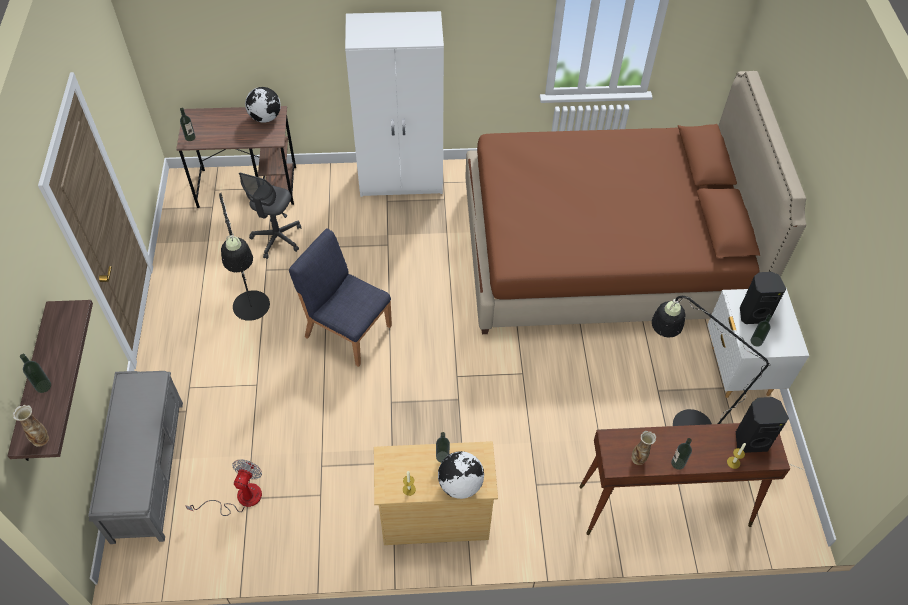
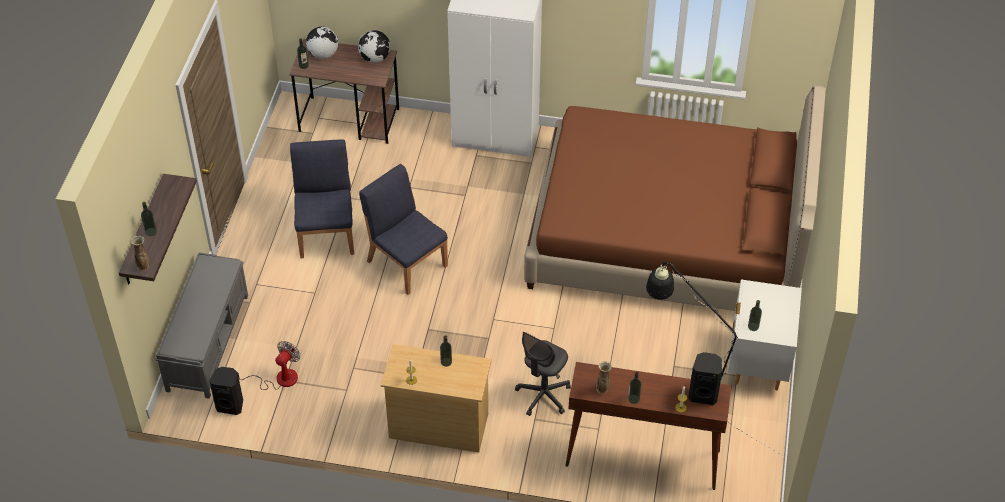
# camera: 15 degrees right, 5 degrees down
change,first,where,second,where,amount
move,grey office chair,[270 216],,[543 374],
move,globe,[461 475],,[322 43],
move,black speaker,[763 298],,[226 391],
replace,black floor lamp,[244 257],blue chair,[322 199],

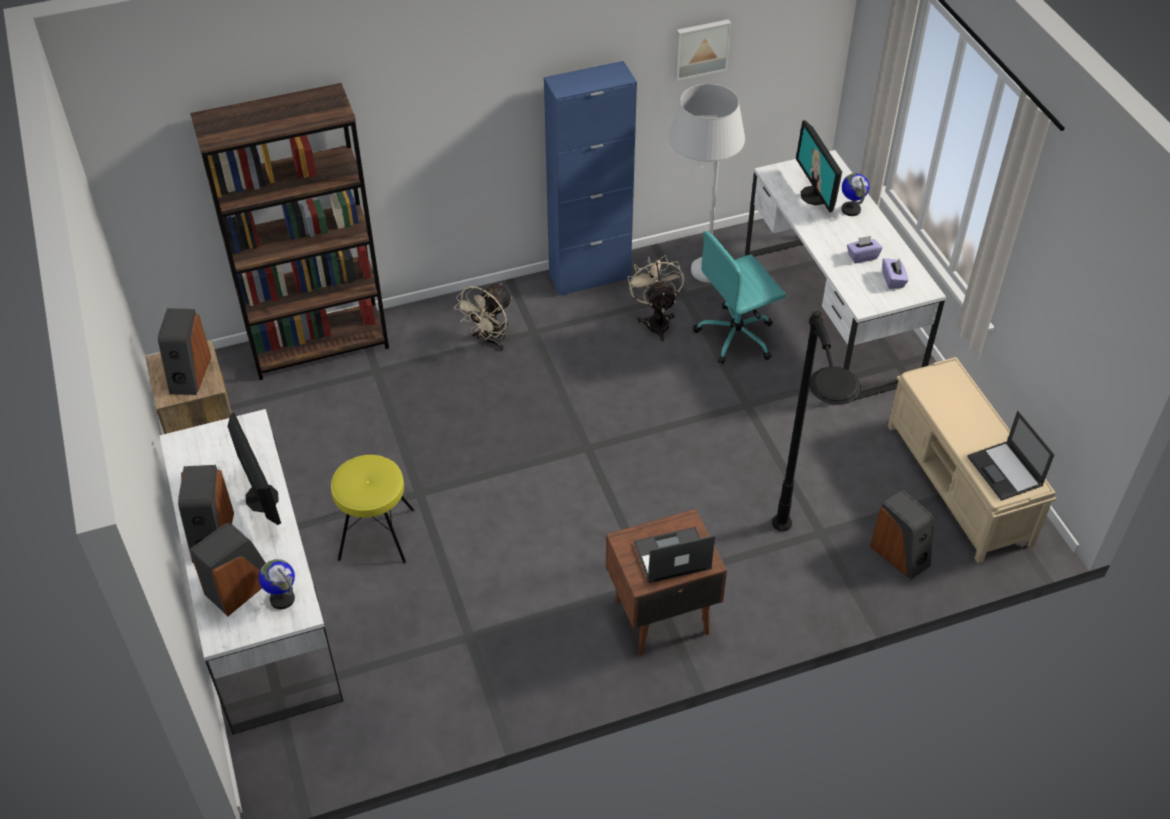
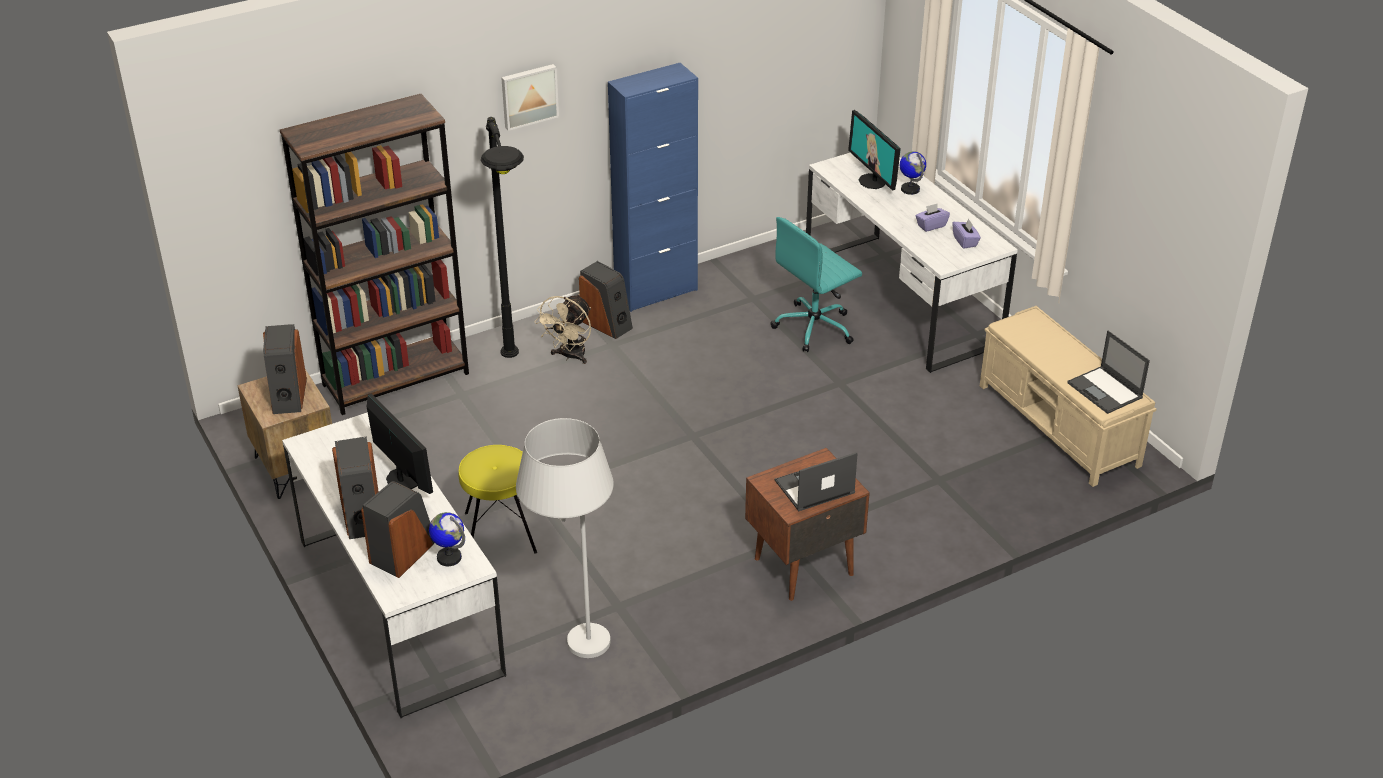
# camera: 10 degrees left, 10 degrees down
change,first,where,second,where,amount
delete,beige fan,[655 298],,,
move,white floor lamp,[707 183],,[564 538],
move,picture,[702 50],,[530 97],
move,black floor lamp,[816 420],,[502 237],
move,speaker,[901 534],,[606 300],

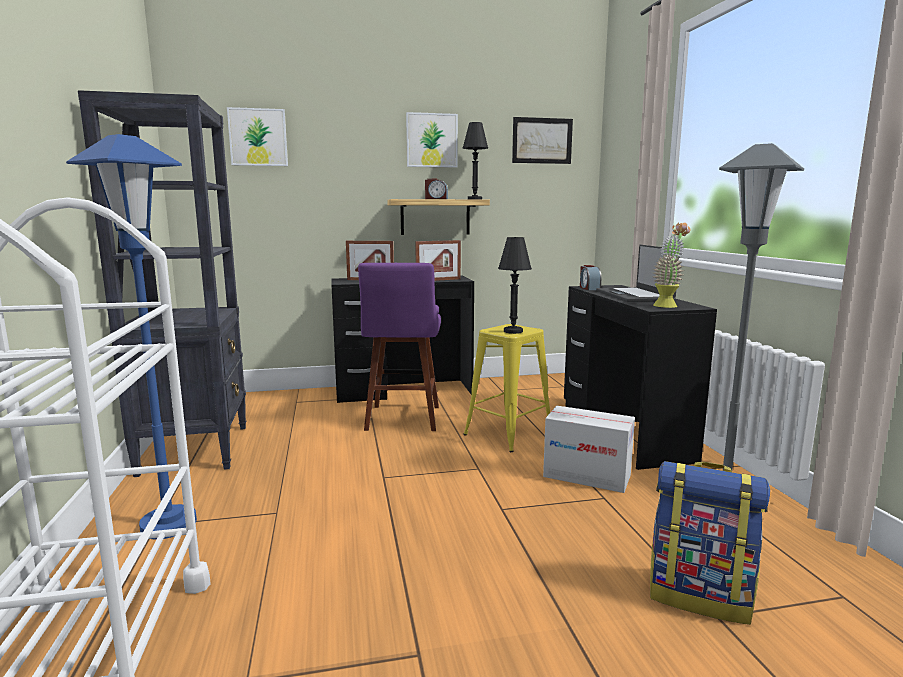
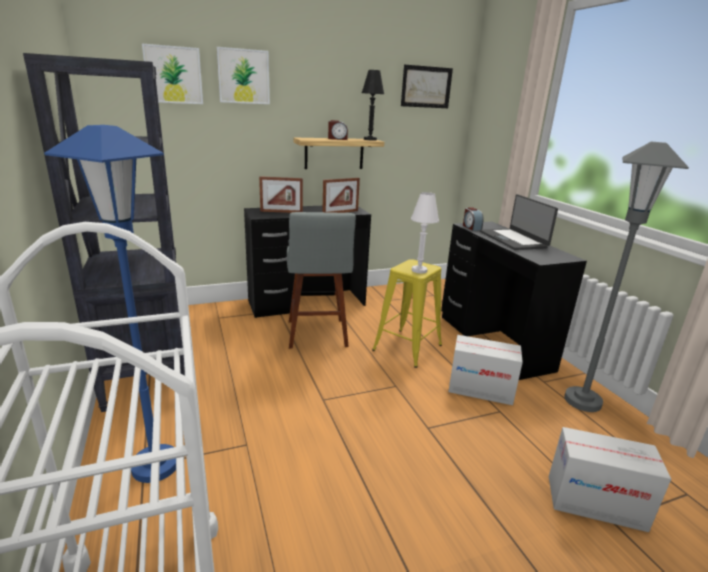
# camera: 10 degrees left, 10 degrees up
change,first,where,second,where,amount
delete,potted plant,[672 265],,,
move,picture,[432 140],,[243 75],
replace,backpack,[710 543],cardboard box,[610 479],
recolor,purple stool,[399 347],grey stool,[321 280],
recolor,black table lamp,[515 285],white table lamp,[425 233],

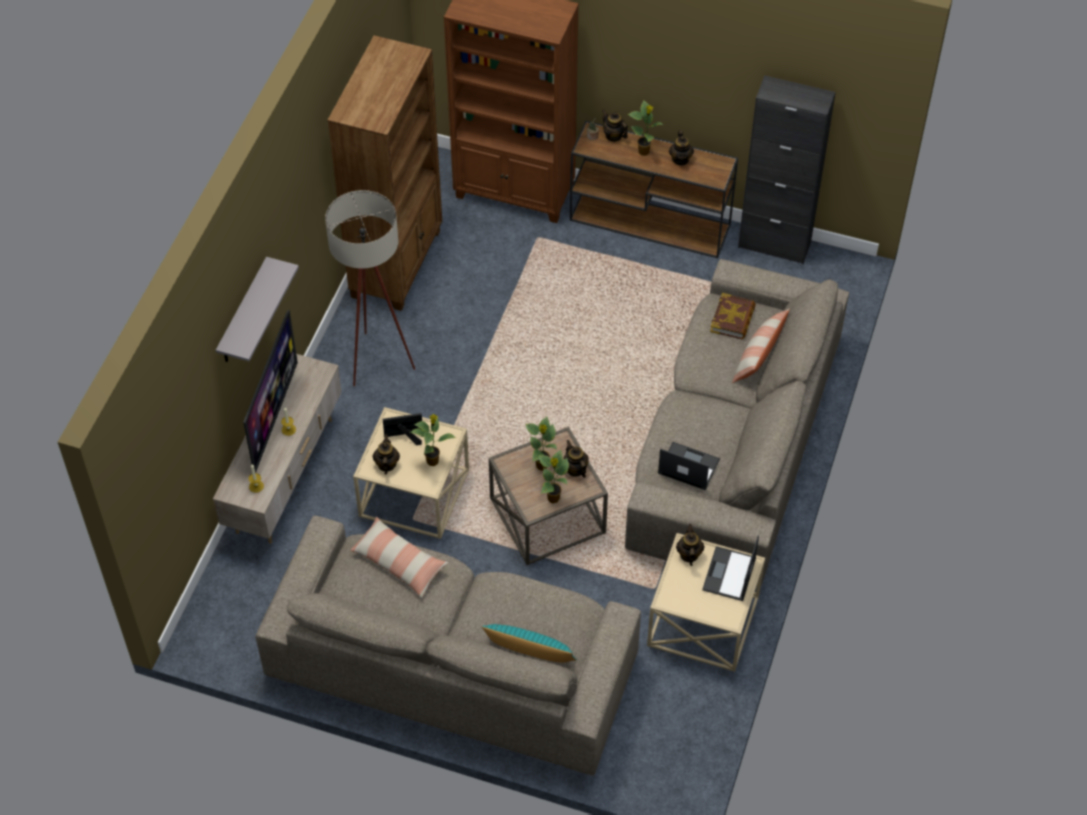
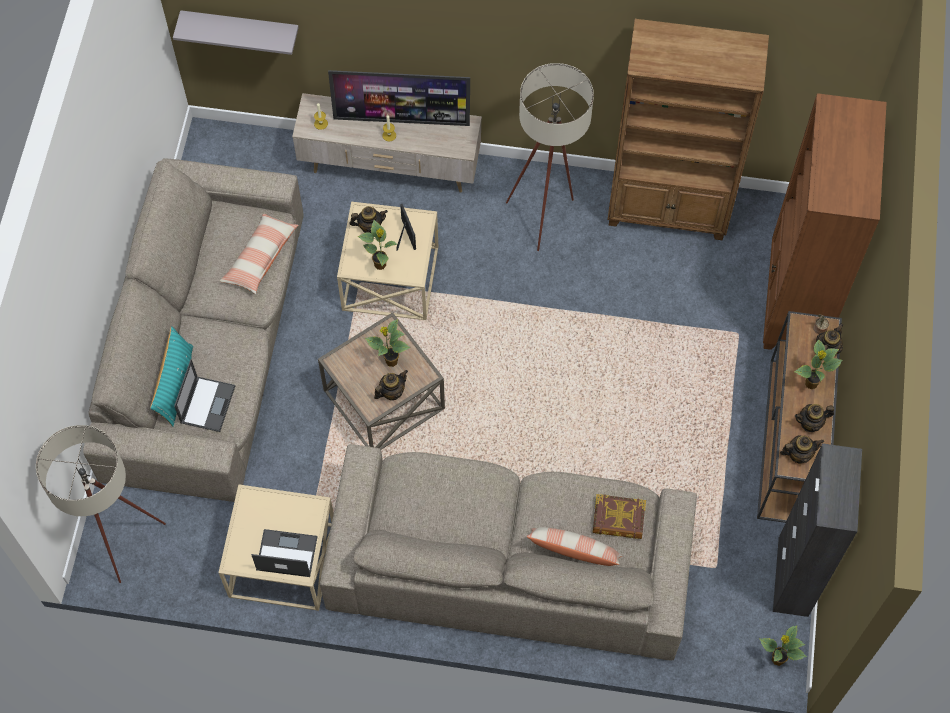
# camera: 80 degrees right, 10 degrees up
change,first,where,second,where,amount
insert,,,beige floor lamp,[101 504],
move,grey shelf,[257 309],,[236 32],
move,potted plant,[554 476],,[783 645],
move,laptop,[689 466],,[204 395],
move,teapot,[690 545],,[802 449],

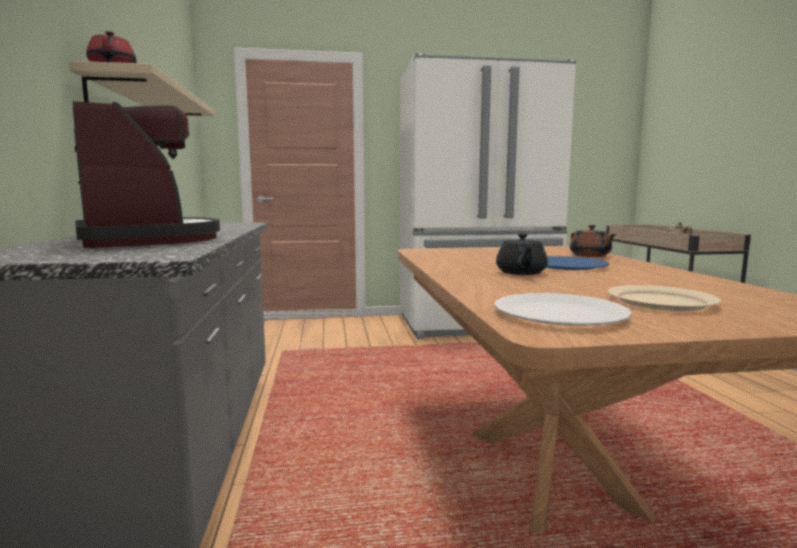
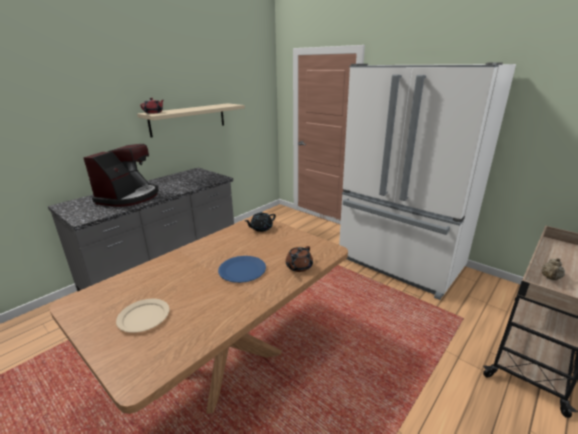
# camera: 50 degrees right, 15 degrees up
change,first,where,second,where,amount
delete,white plate,[563 309],,,
move,black teapot,[522 254],,[260 222],

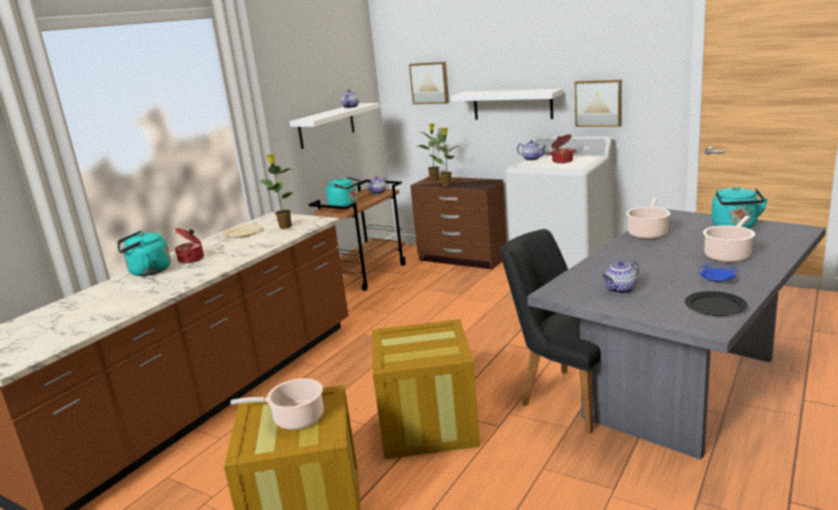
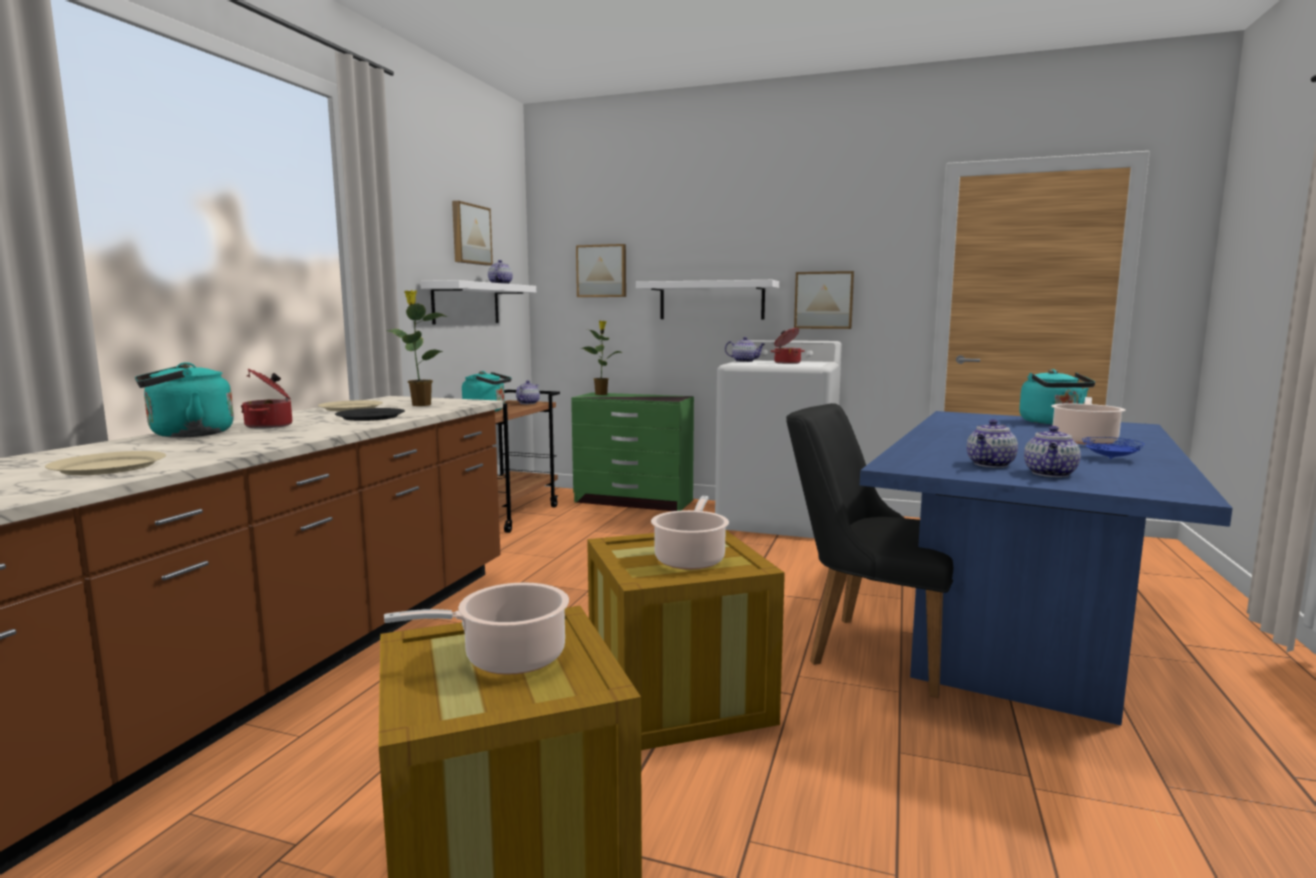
# camera: 15 degrees left, 10 degrees down
change,first,where,second,where,amount
delete,potted plant,[444 156],,,
insert,,,beige plate,[105 463],
insert,,,picture,[472 233],
insert,,,teapot,[1052 451],
move,cooking pot,[648 218],,[690 533],
move,black plate,[716 303],,[370 414],
recolor,brown dresser,[458 222],green dresser,[632 451],
recolor,grey dining table,[676 334],blue dining table,[1046 568],

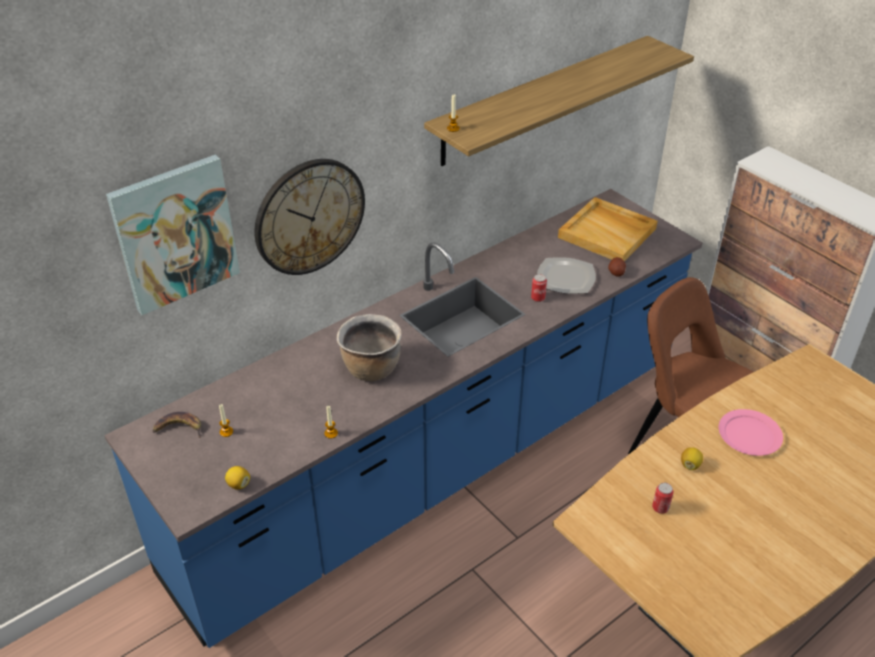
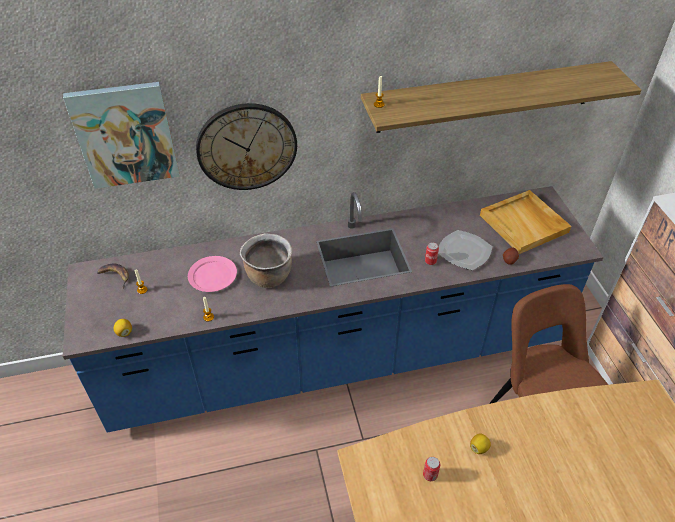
# camera: 25 degrees right, 5 degrees up
change,first,where,second,where,amount
move,pink plate,[751 432],,[212 274],

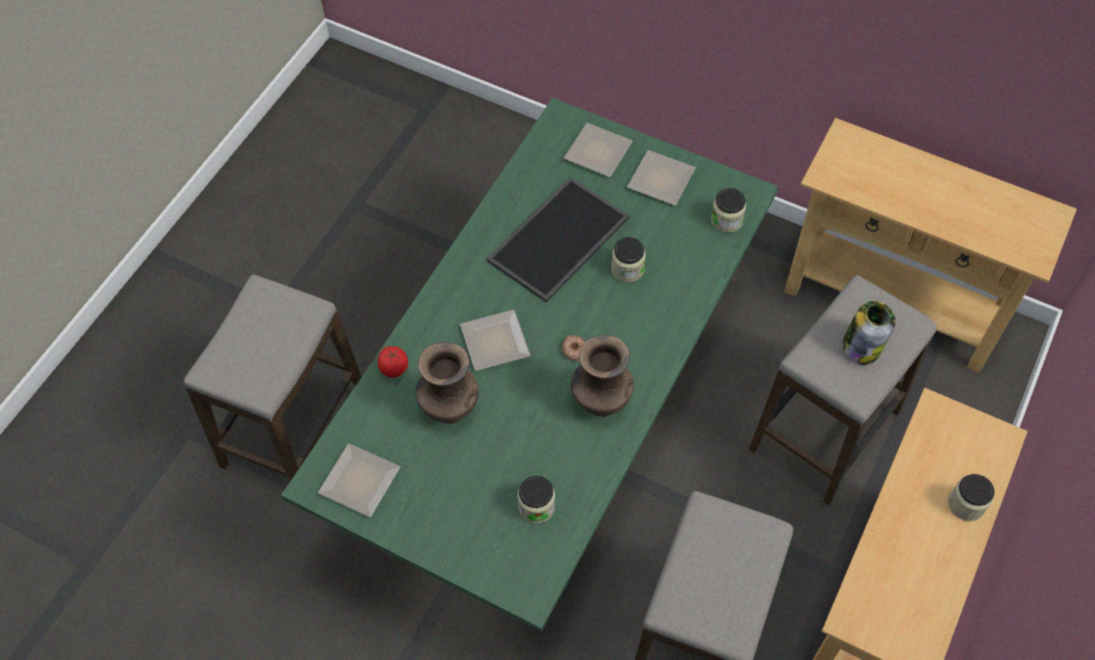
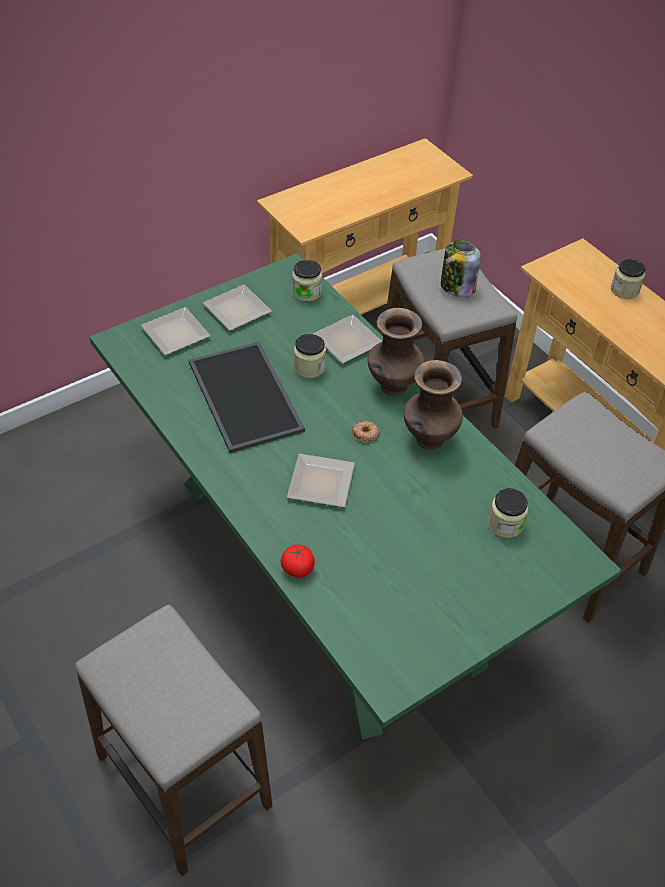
# camera: 65 degrees left, 10 degrees down
change,first,where,second,where,amount
move,plate,[359 480],,[347 339],
move,brown vase,[447 383],,[396 352],

